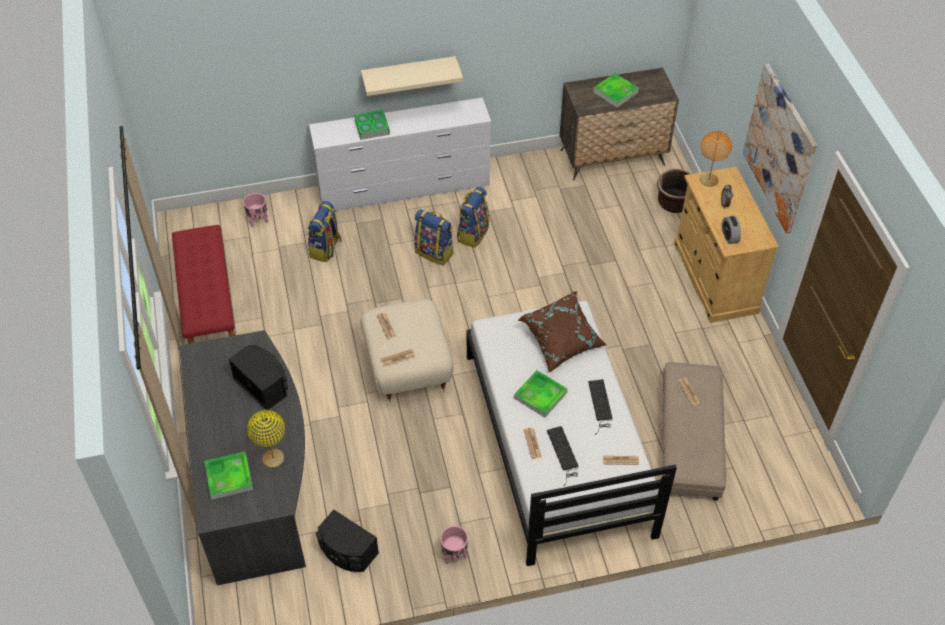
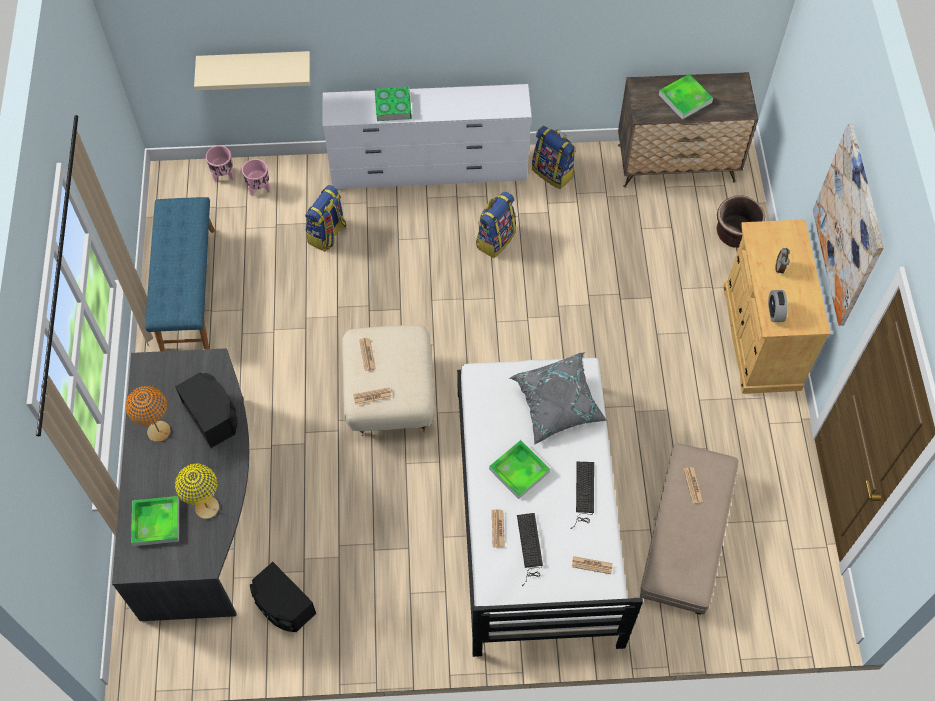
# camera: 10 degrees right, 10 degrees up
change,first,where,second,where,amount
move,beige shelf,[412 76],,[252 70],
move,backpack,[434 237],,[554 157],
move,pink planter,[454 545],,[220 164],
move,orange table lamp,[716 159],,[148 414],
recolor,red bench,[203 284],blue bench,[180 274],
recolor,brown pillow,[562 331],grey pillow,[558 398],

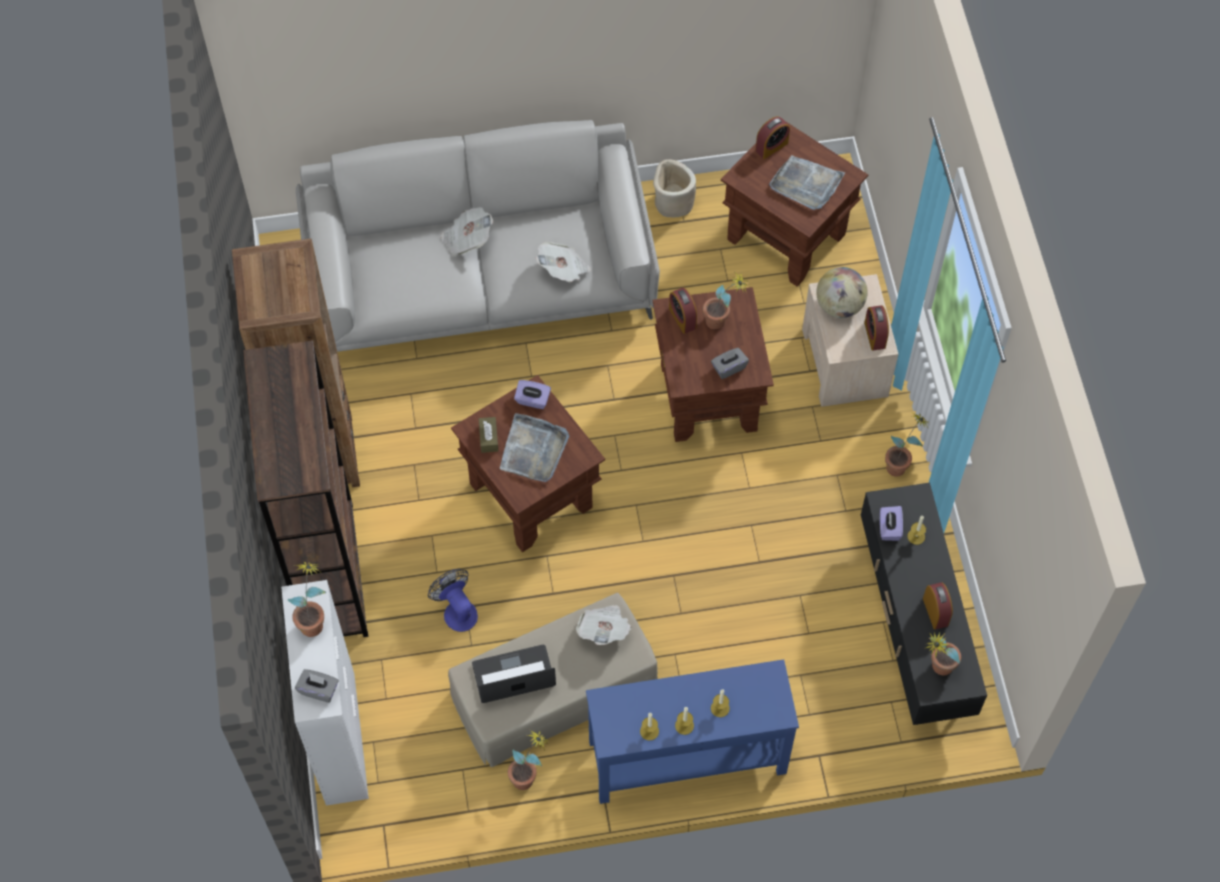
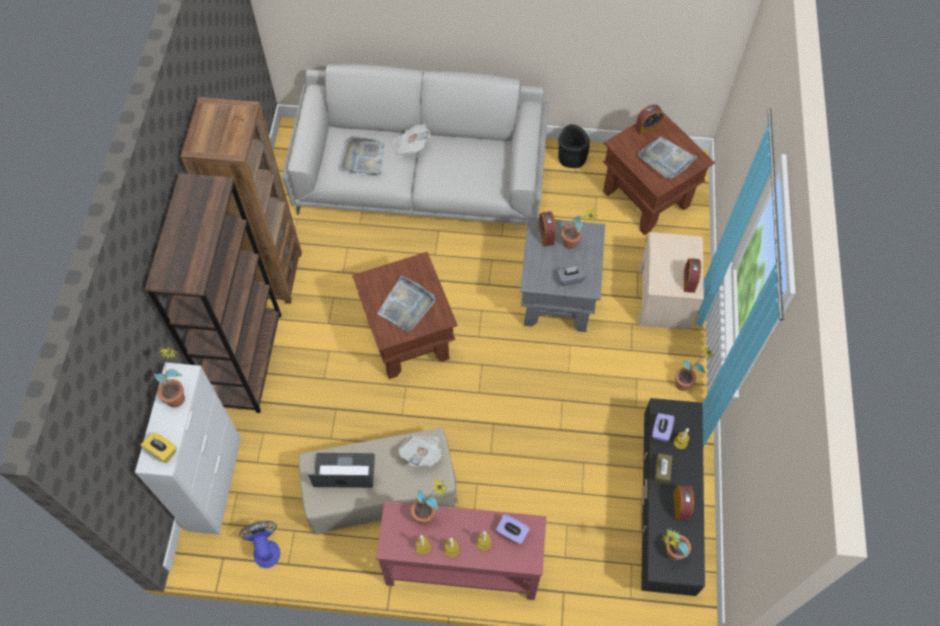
# camera: 15 degrees right, 0 degrees up
change,first,where,second,where,amount
delete,newspaper,[563 261],,,
delete,globe,[842 292],,,
insert,,,grey tray,[362 155],
move,fan,[453 600],,[259 544],
move,brown tissue box,[488 435],,[663 468],
move,potted plant,[528 759],,[429 501],
move,purple tissue box,[532 394],,[513 529],
recolor,grey tissue box,[317 686],yellow tissue box,[158 447],
recolor,blue console table,[692 731],red console table,[461 550],
recolor,beige planter,[674 188],black planter,[574 146],
recolor,brown side table,[713 364],grey side table,[562 274],

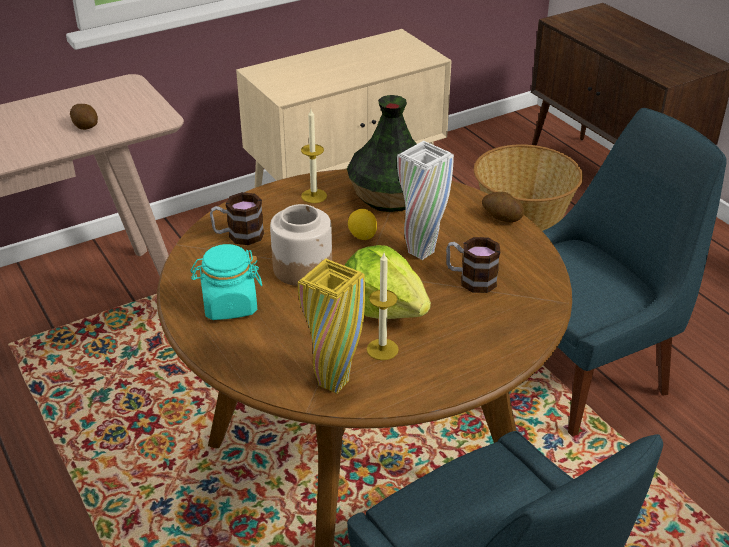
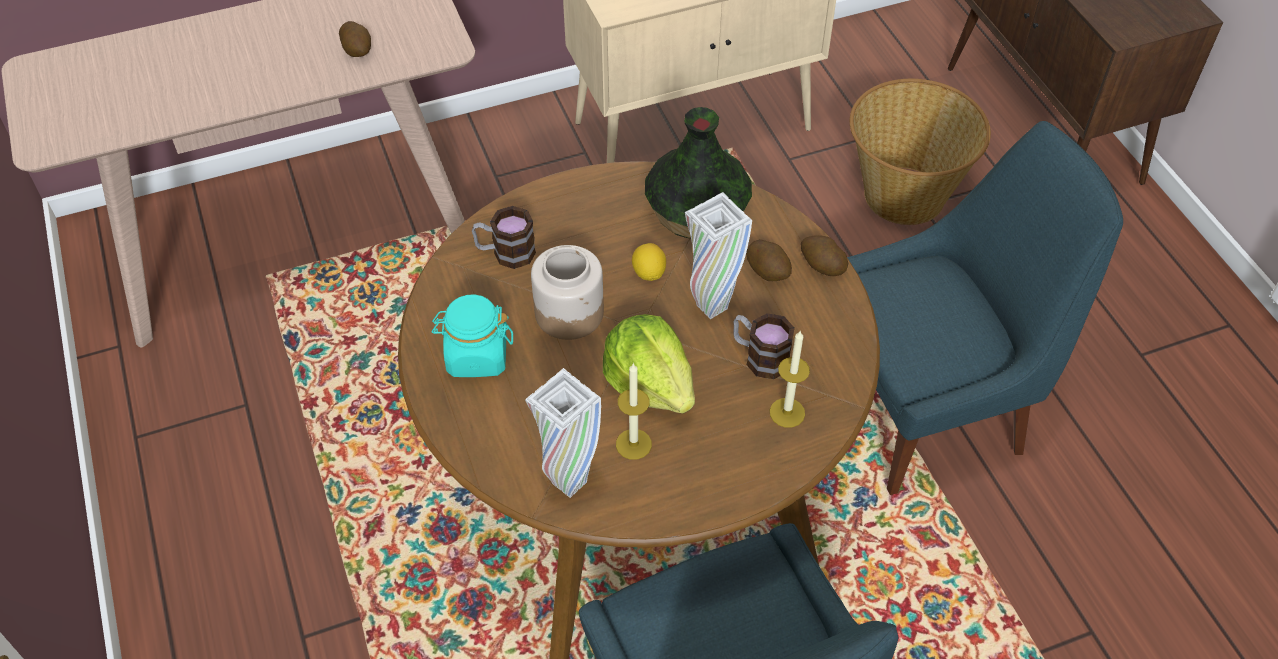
# camera: 10 degrees right, 15 degrees up
change,first,where,second,where,amount
insert,,,potato,[769 260],
move,candle,[314 156],,[790 379],
recolor,yellow vase,[331 326],white vase,[563 433],

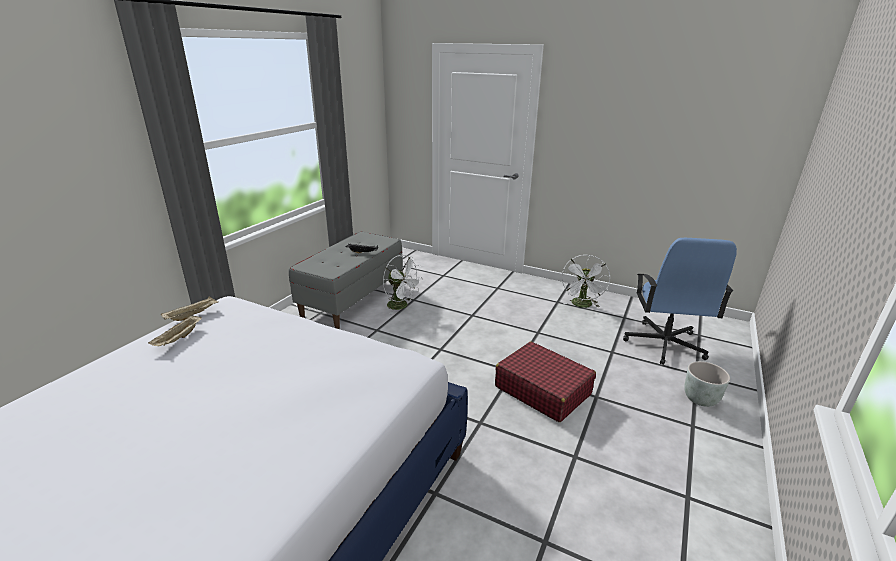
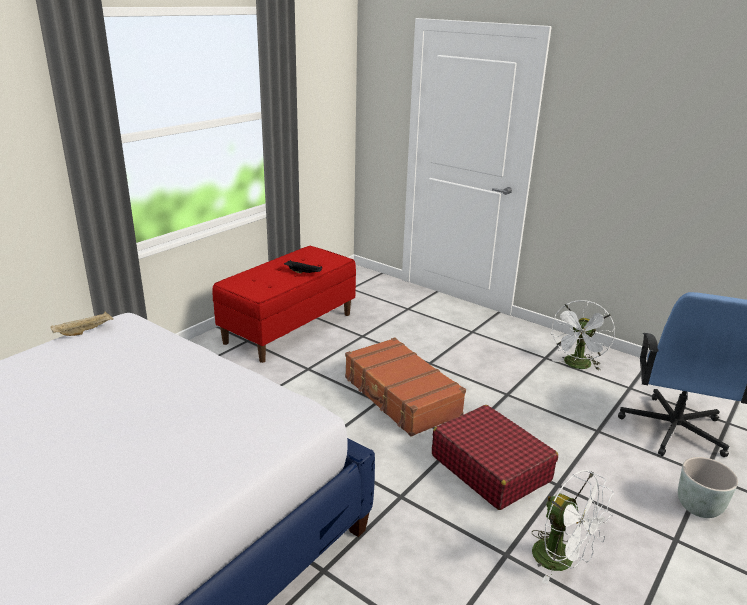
# camera: 10 degrees right, 0 degrees up
change,first,where,second,where,amount
delete,beige tray,[175 330],,,
insert,,,brown suitcase,[405 387],
move,white fan,[402 284],,[573 527],
recolor,grey bench,[346 280],red bench,[284 304],

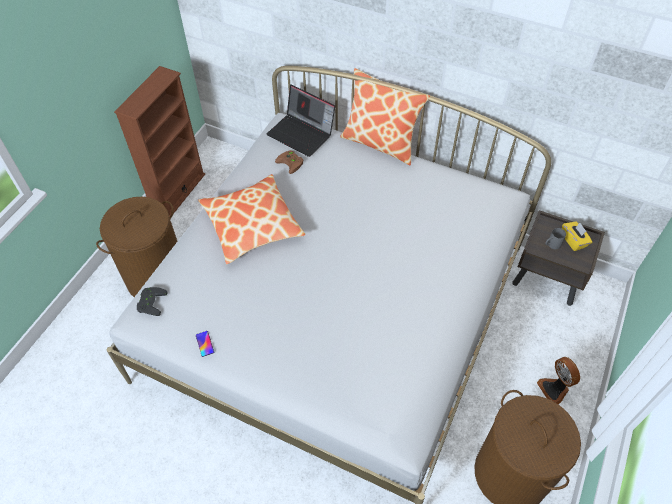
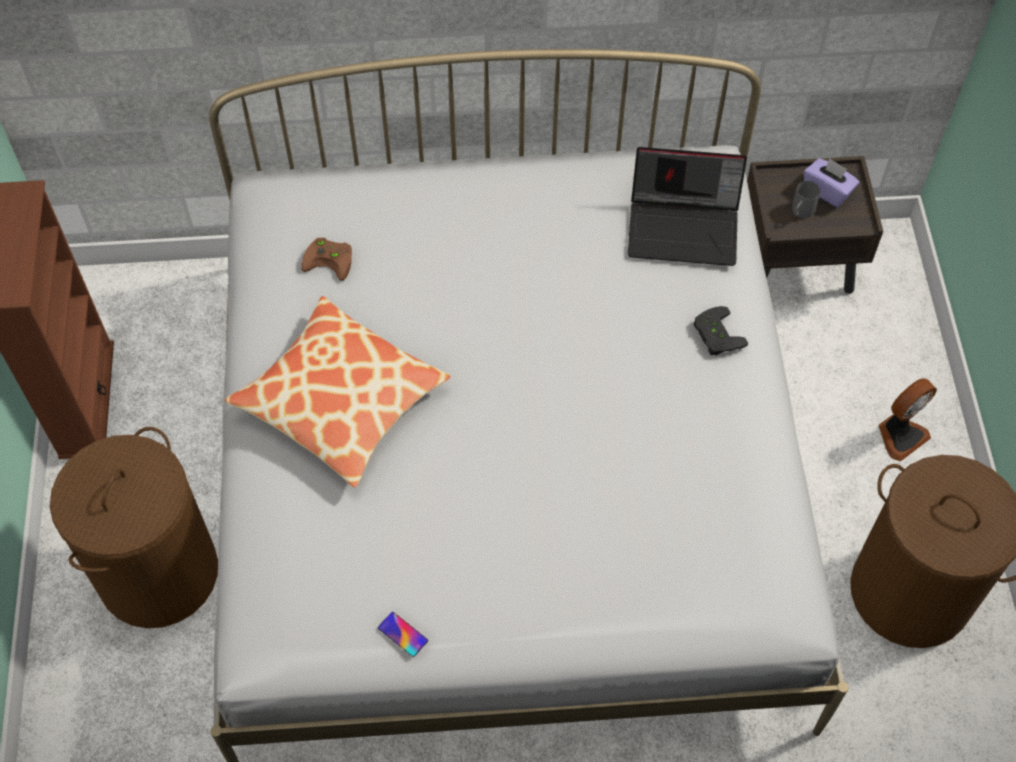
# camera: 30 degrees left, 5 degrees up
change,first,where,second,where,amount
delete,pillow,[385 116],,,
move,black game controller,[152 301],,[721 330],
move,laptop,[301 120],,[687 206],
recolor,yellow tissue box,[577 236],purple tissue box,[832 182],
rotate,fan,[558 380],,[908 419],75 degrees counterclockwise

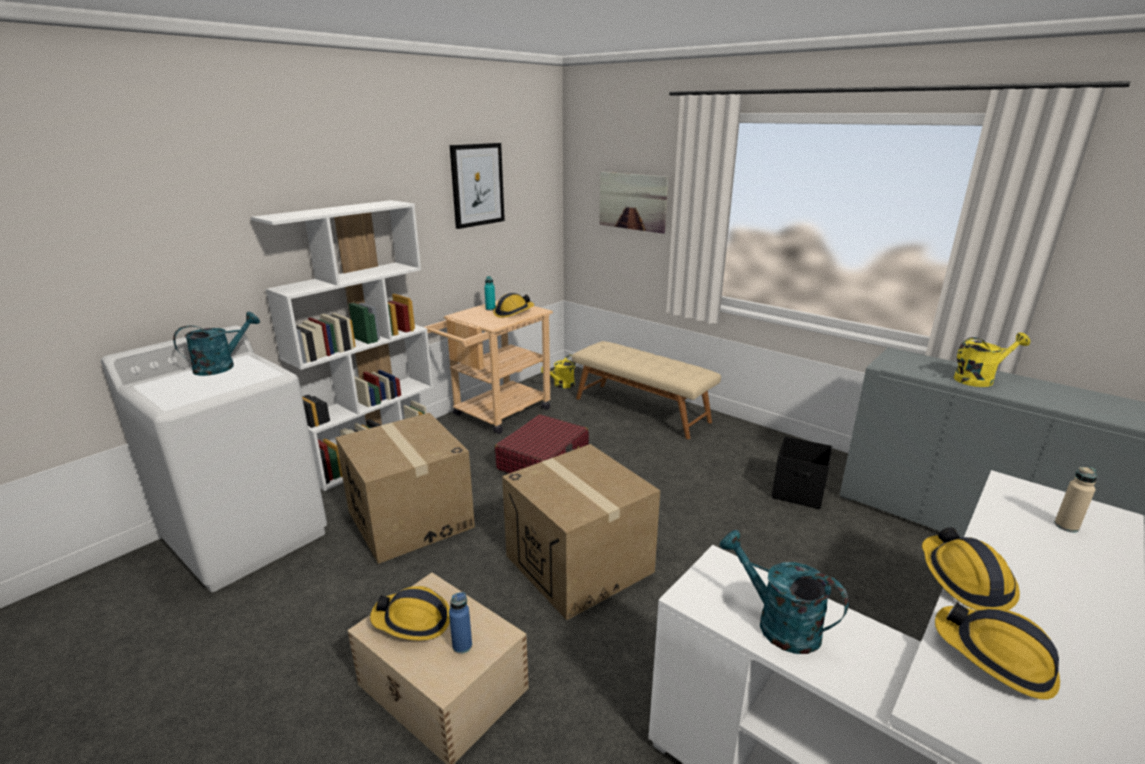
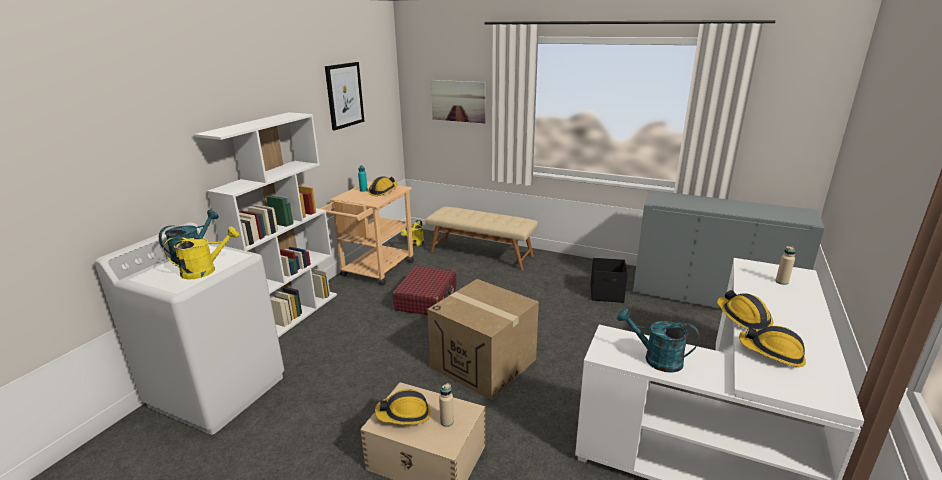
# camera: 15 degrees left, 0 degrees up
change,first,where,second,where,amount
delete,cardboard box,[405 488],,,
move,yellow watering can,[992 359],,[202 253],
recolor,blue bottle,[460 623],beige bottle,[446 405],

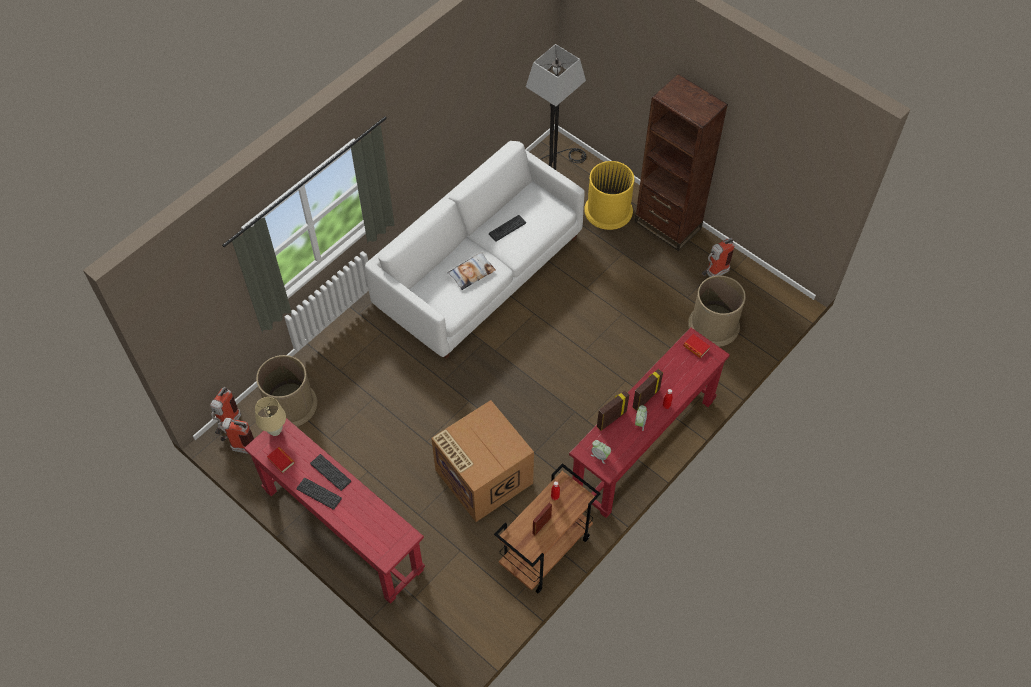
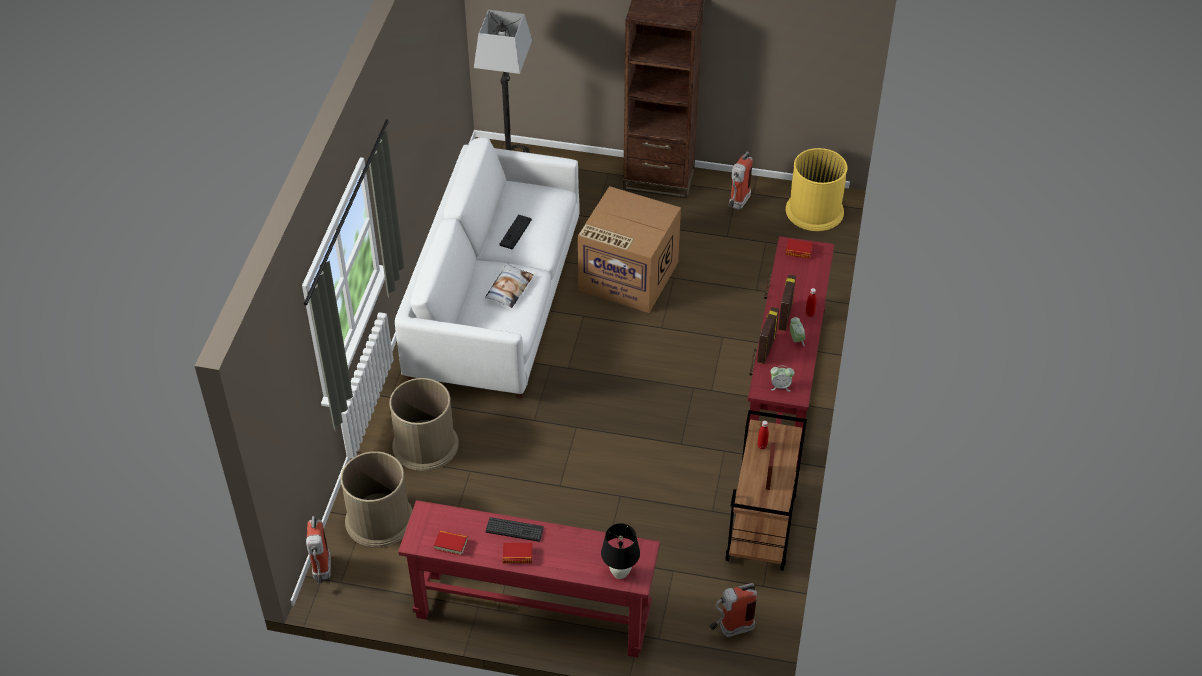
# camera: 30 degrees left, 10 degrees down
change,first,where,second,where,amount
delete,beige table lamp,[270 416],,,
insert,,,black table lamp,[620 551],
move,fire extinguisher,[236 436],,[733 610],
move,cardboard box,[482 461],,[629 249],
move,yellow trash can,[609 195],,[816 189],
move,brown trash can,[717 311],,[424 424],
replace,keyboard,[319 494],book,[518 553],

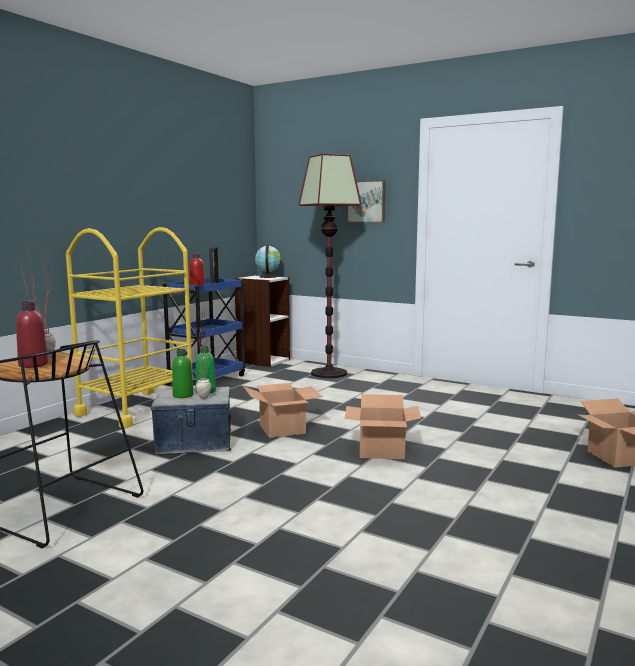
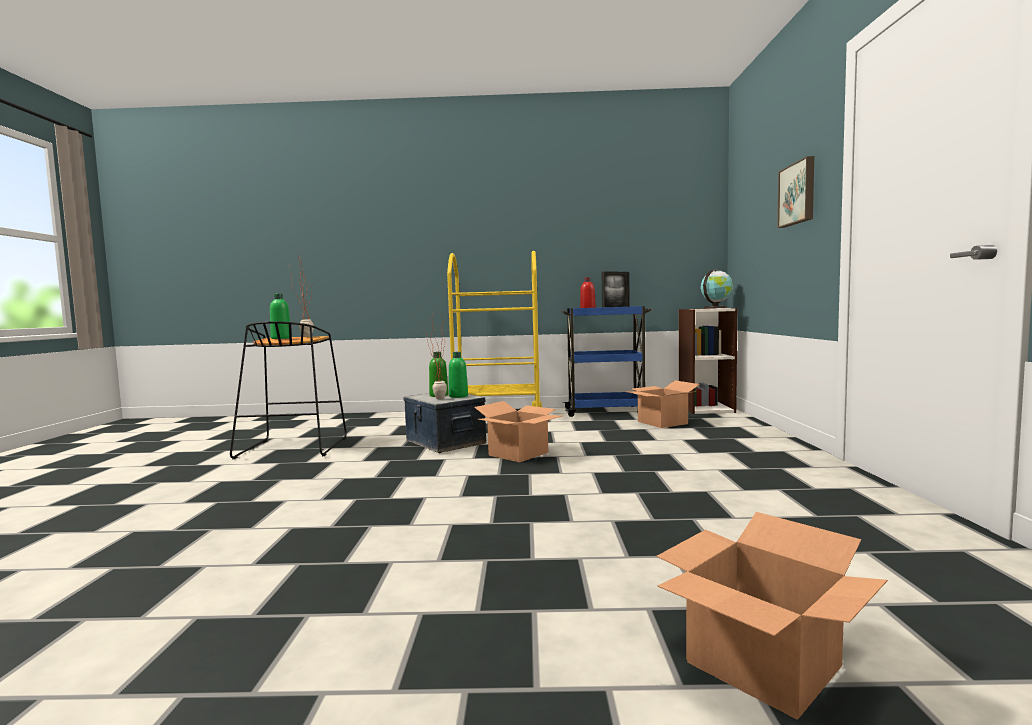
# camera: 60 degrees right, 5 degrees down
change,first,where,second,where,amount
delete,floor lamp,[330 265],,,
move,cardboard box,[383 426],,[662 404],
recolor,red bottle,[32 335],green bottle,[280 316],

